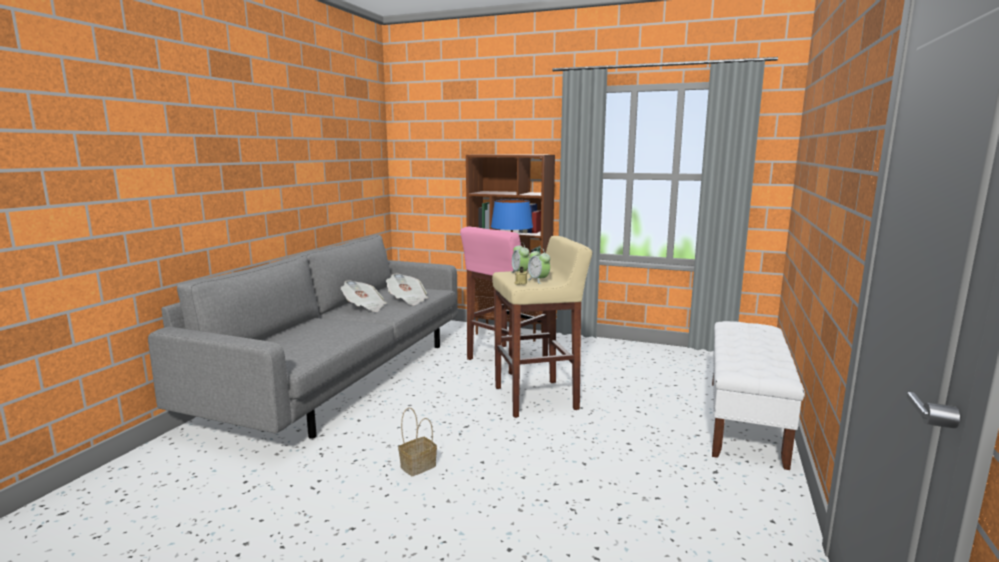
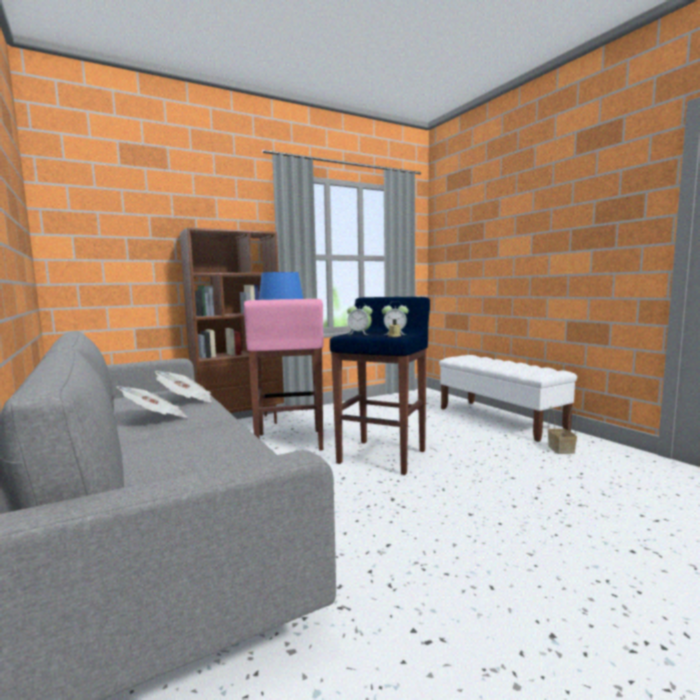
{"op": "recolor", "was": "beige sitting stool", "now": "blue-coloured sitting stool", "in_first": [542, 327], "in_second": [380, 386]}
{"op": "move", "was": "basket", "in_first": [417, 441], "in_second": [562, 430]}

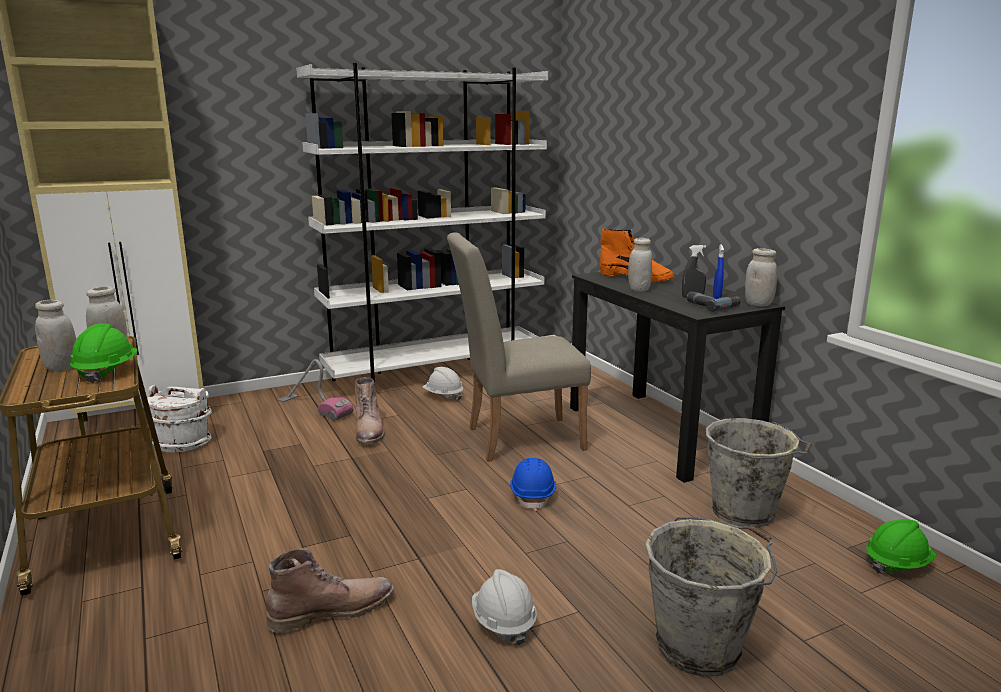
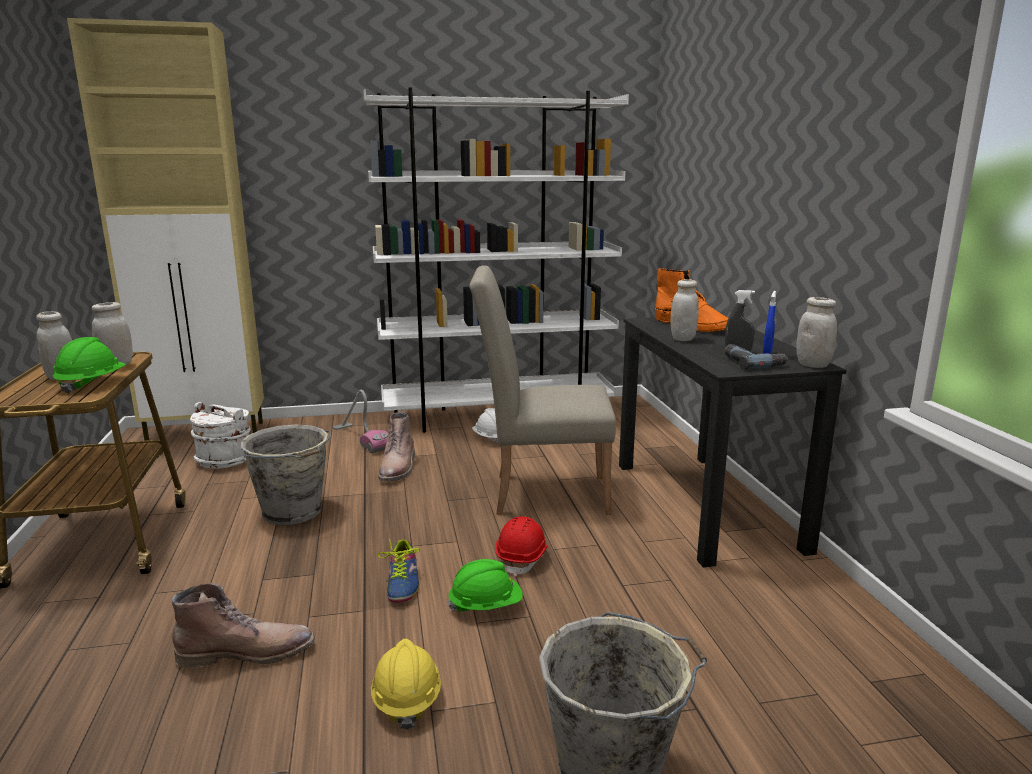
{"op": "move", "was": "grey pail", "in_first": [758, 473], "in_second": [286, 474]}
{"op": "recolor", "was": "white hard hat", "now": "yellowish hard hat", "in_first": [504, 607], "in_second": [406, 684]}
{"op": "insert", "now": "low shoe", "in_second": [399, 571]}
{"op": "move", "was": "green hard hat", "in_first": [901, 546], "in_second": [485, 585]}
{"op": "recolor", "was": "blue-coloured hard hat", "now": "red-coloured hard hat", "in_first": [533, 484], "in_second": [521, 546]}

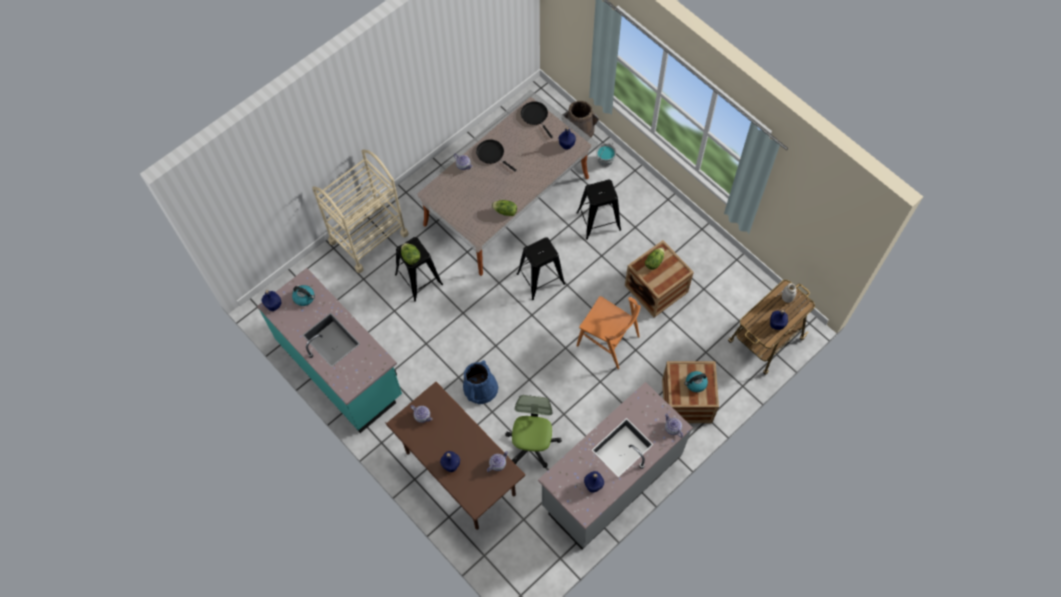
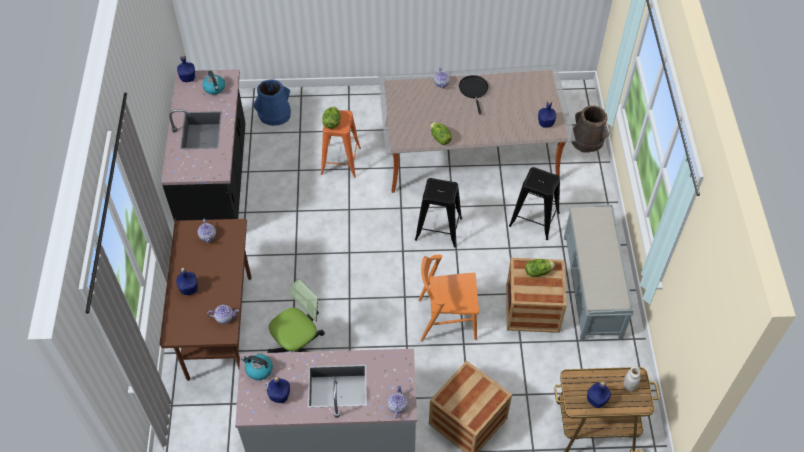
{"op": "recolor", "was": "blue-green counter", "now": "black-coloured counter", "in_first": [329, 350], "in_second": [203, 145]}
{"op": "move", "was": "water kettle", "in_first": [696, 381], "in_second": [257, 367]}
{"op": "move", "was": "blue-coloured pail", "in_first": [480, 382], "in_second": [272, 102]}
{"op": "recolor", "was": "black-coloured sitting stool", "now": "orange-coloured sitting stool", "in_first": [419, 269], "in_second": [341, 144]}
{"op": "rotate", "was": "orange-coloured plain chair", "in_first": [609, 332], "in_second": [449, 298], "clockwise": 105}
{"op": "insert", "now": "grey bench", "in_second": [599, 272]}
{"op": "delete", "was": "beige wheeled cart", "in_first": [360, 211]}
{"op": "delete", "was": "black-coloured pan", "in_first": [537, 119]}
{"op": "delete", "was": "grey pail", "in_first": [606, 154]}

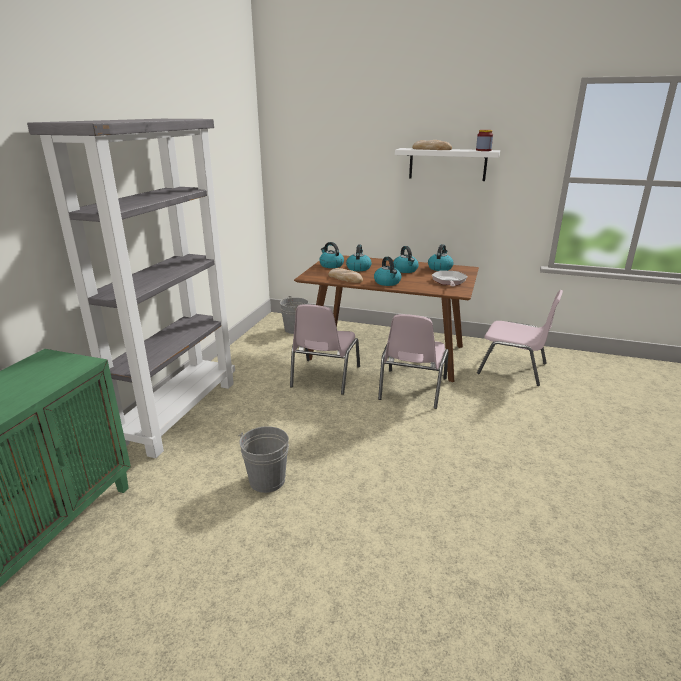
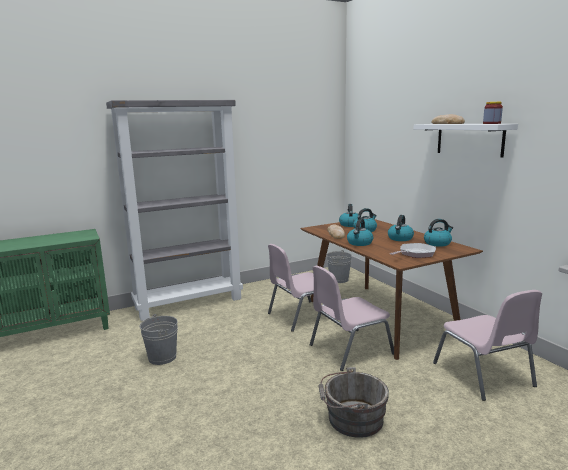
{"op": "insert", "now": "grey pail", "in_second": [353, 402]}

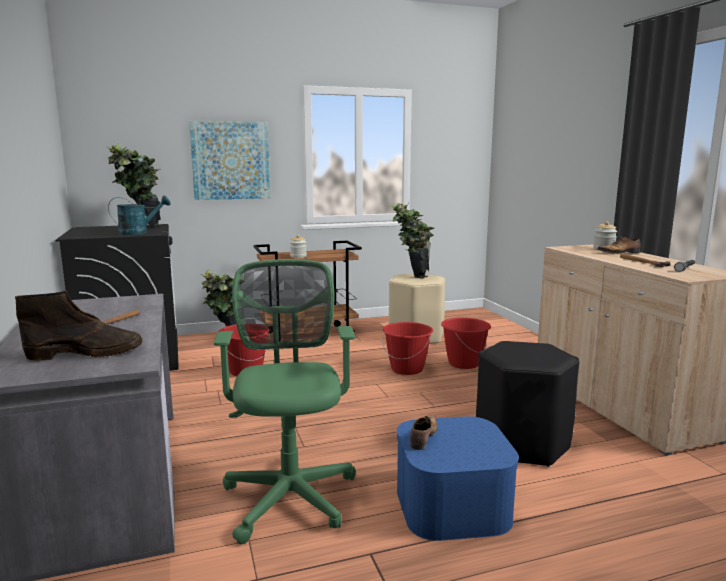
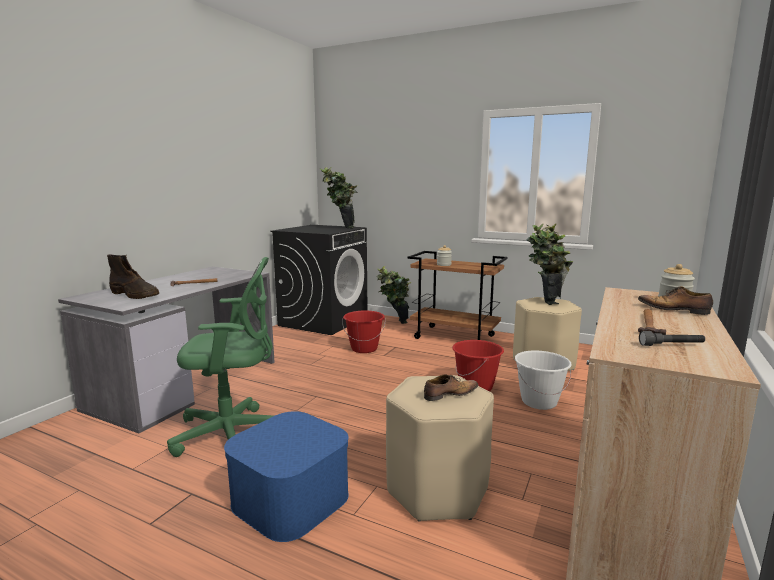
{"op": "rotate", "was": "green office chair", "in_first": [285, 402], "in_second": [220, 357], "clockwise": 45}
{"op": "recolor", "was": "black-coloured sitting stool", "now": "beige sitting stool", "in_first": [527, 404], "in_second": [440, 448]}
{"op": "move", "was": "low shoe", "in_first": [423, 432], "in_second": [451, 388]}
{"op": "recolor", "was": "red-coloured pail", "now": "white pail", "in_first": [466, 343], "in_second": [543, 380]}
{"op": "delete", "was": "blue-green watering pot", "in_first": [139, 215]}
{"op": "delete", "was": "wall art", "in_first": [230, 160]}

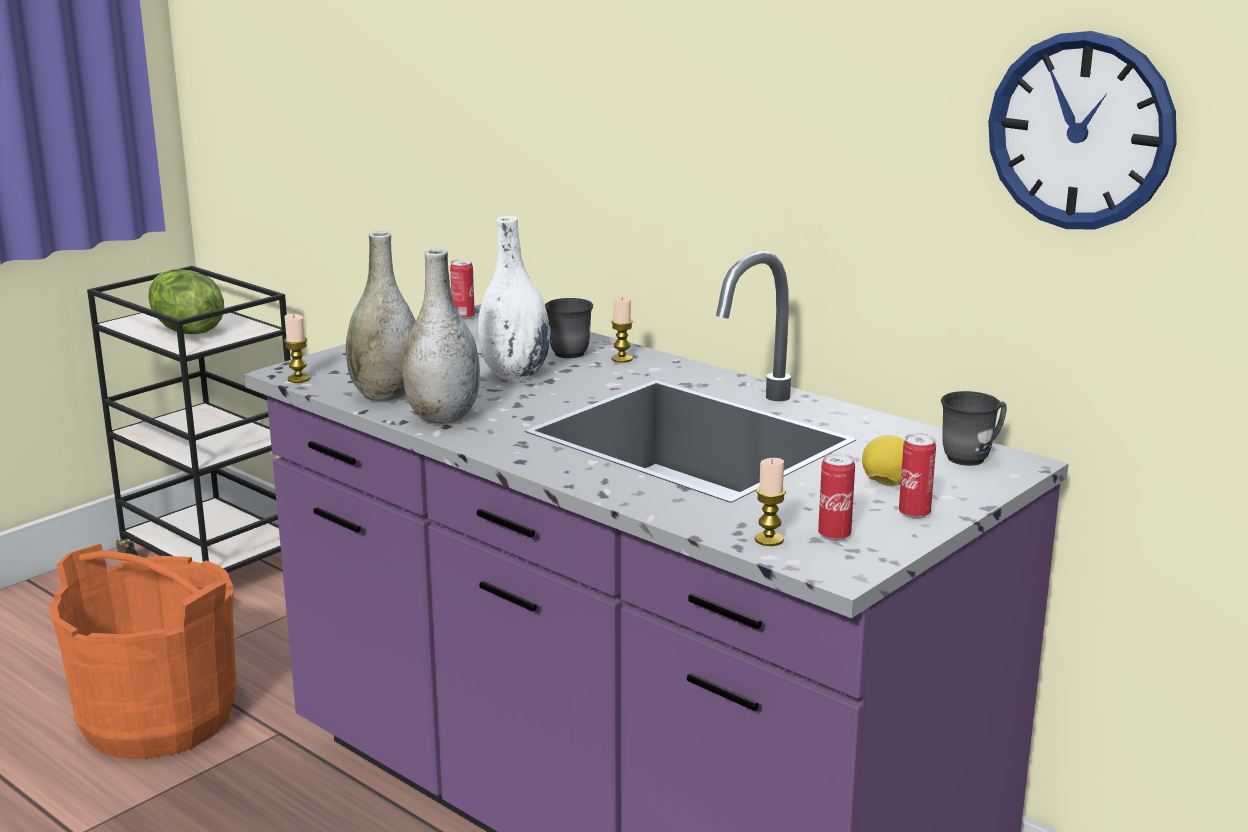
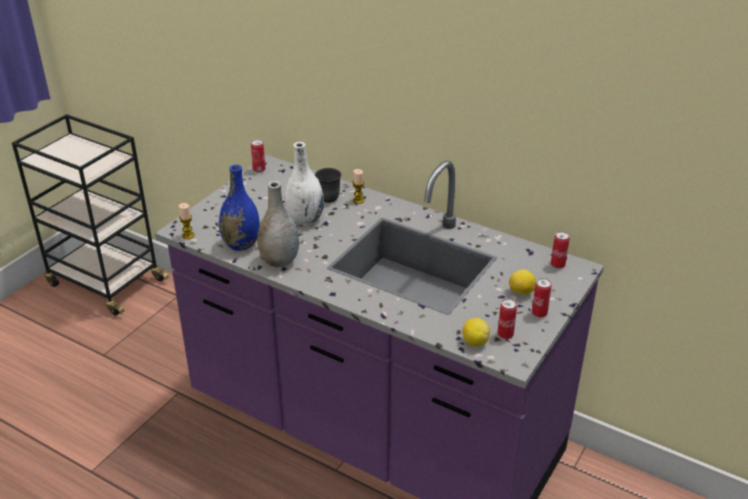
{"op": "recolor", "was": "grey vase", "now": "blue-coloured vase", "in_first": [381, 316], "in_second": [239, 207]}
{"op": "replace", "was": "candle", "now": "citrus fruit", "in_first": [770, 502], "in_second": [476, 332]}
{"op": "replace", "was": "grey mug", "now": "can", "in_first": [974, 428], "in_second": [560, 250]}
{"op": "delete", "was": "orange-coloured pail", "in_first": [143, 651]}
{"op": "delete", "was": "lettuce", "in_first": [186, 301]}
{"op": "delete", "was": "clock on the wall", "in_first": [1082, 130]}

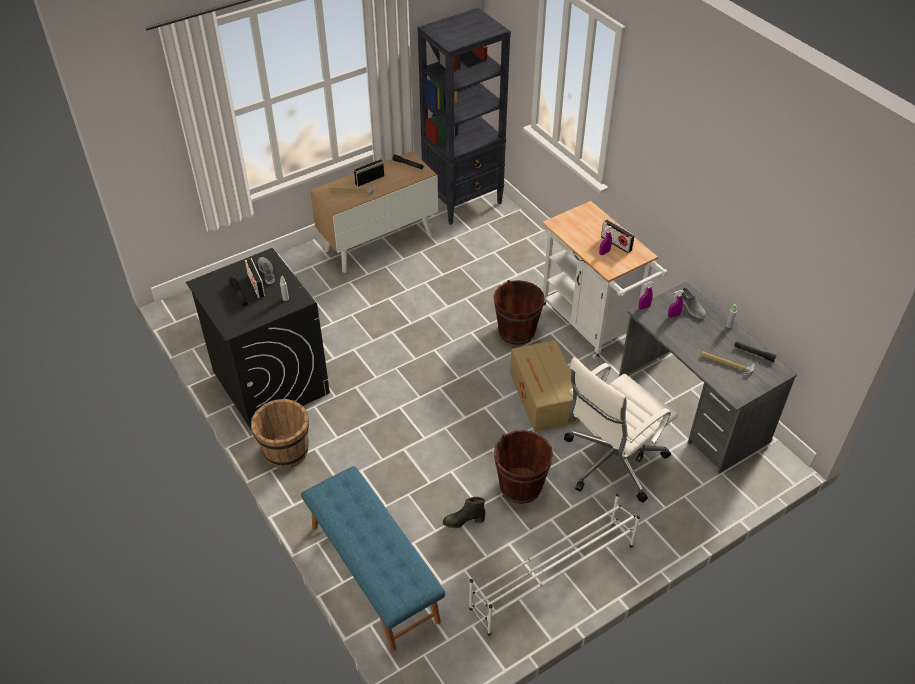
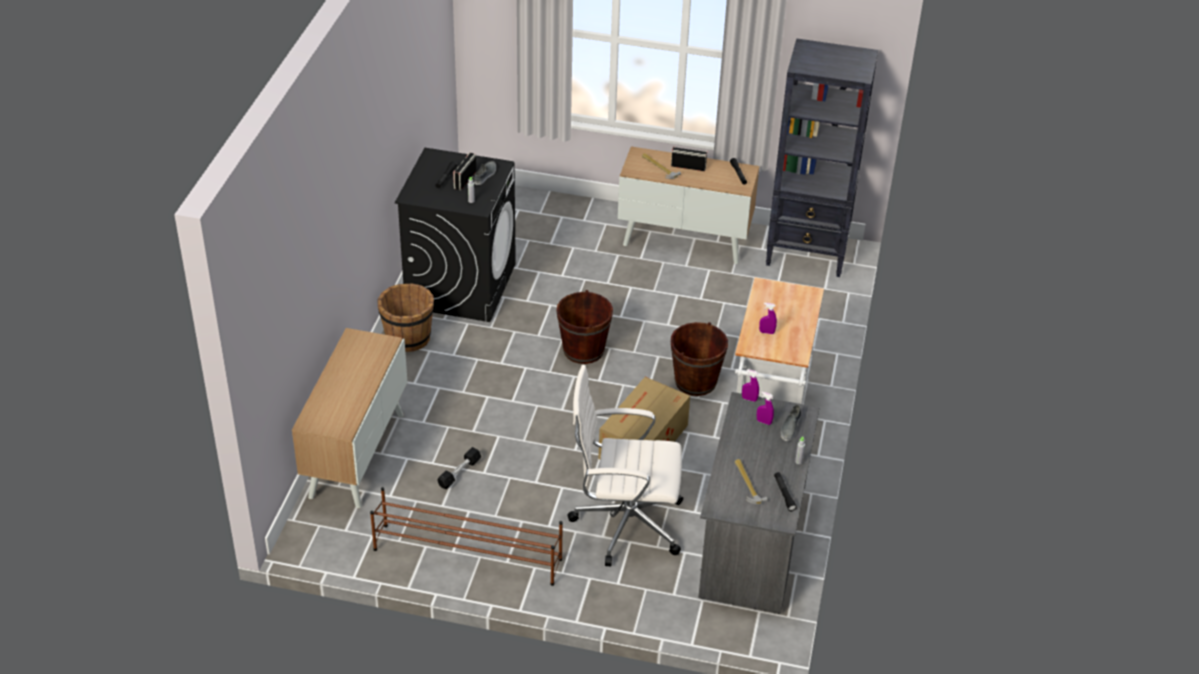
{"op": "replace", "was": "blue-coloured bench", "now": "cupboard", "in_first": [373, 558], "in_second": [349, 418]}
{"op": "recolor", "was": "white shoe shelf", "now": "brown shoe shelf", "in_first": [554, 564], "in_second": [466, 536]}
{"op": "replace", "was": "black-coloured high-top boot", "now": "black-coloured dumbbell", "in_first": [464, 512], "in_second": [459, 468]}
{"op": "move", "was": "brown pail", "in_first": [523, 467], "in_second": [584, 327]}
{"op": "delete", "was": "radio receiver", "in_first": [618, 236]}

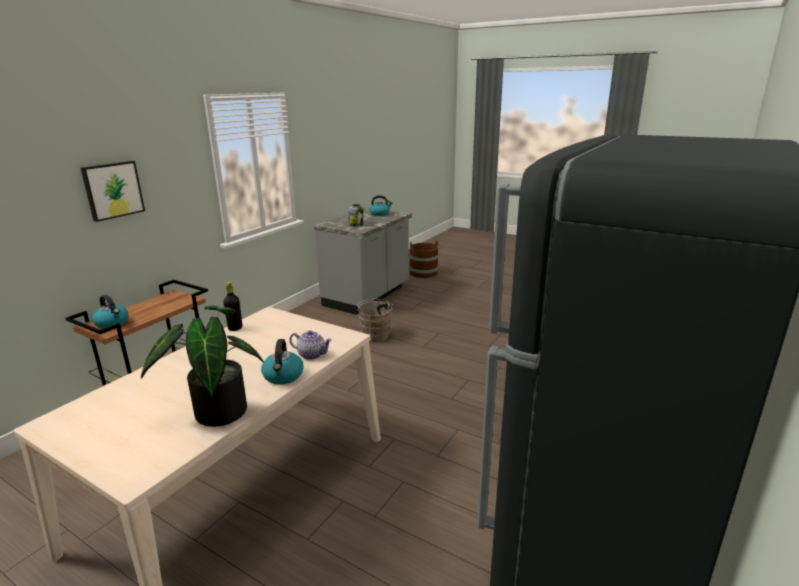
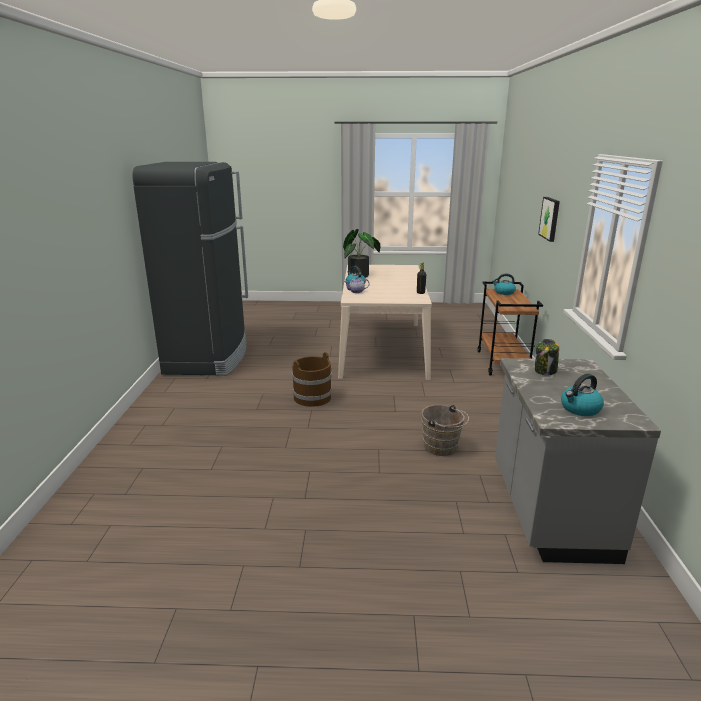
{"op": "move", "was": "brown pail", "in_first": [424, 259], "in_second": [312, 379]}

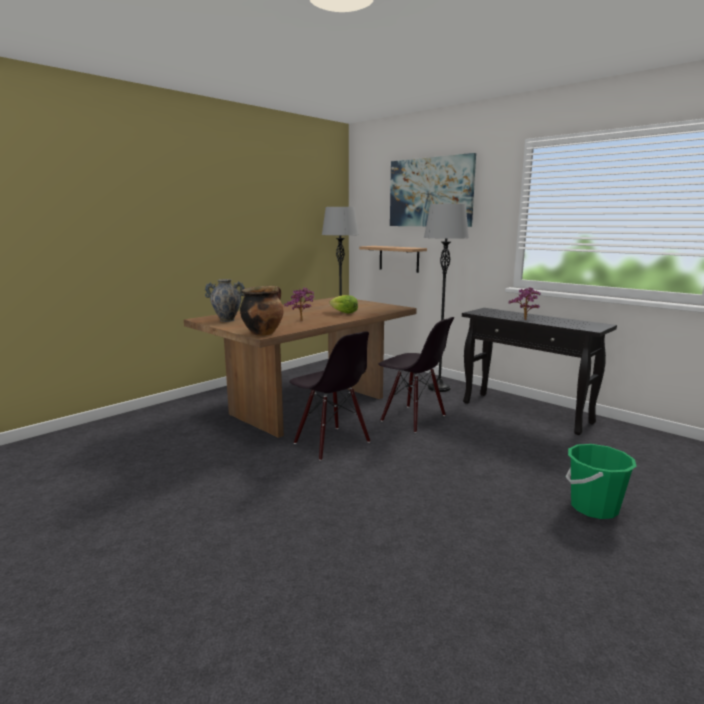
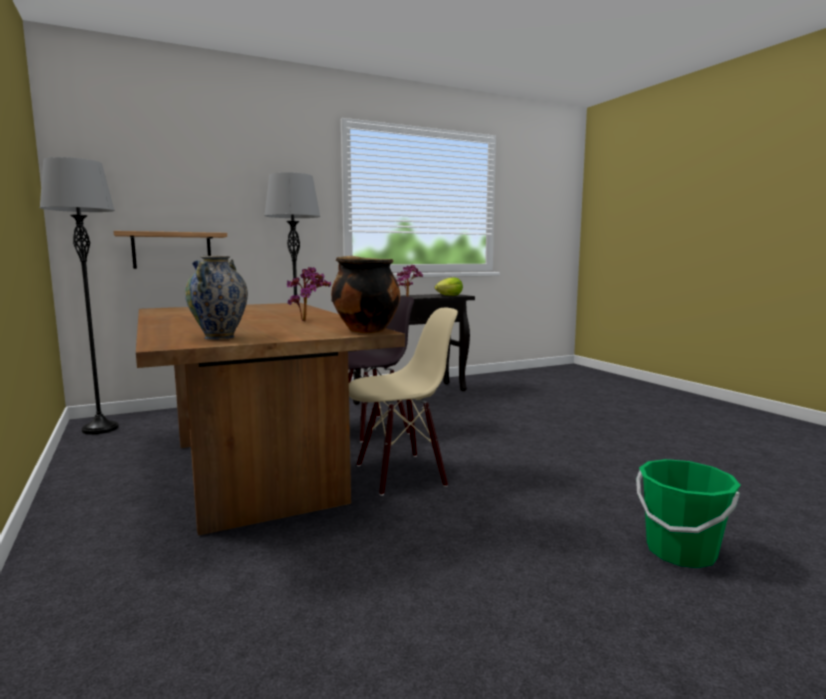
{"op": "recolor", "was": "black-coloured plain chair", "now": "beige plain chair", "in_first": [329, 396], "in_second": [403, 402]}
{"op": "move", "was": "lettuce", "in_first": [343, 304], "in_second": [449, 286]}
{"op": "move", "was": "green pail", "in_first": [601, 481], "in_second": [688, 513]}
{"op": "delete", "was": "wall art", "in_first": [433, 190]}

